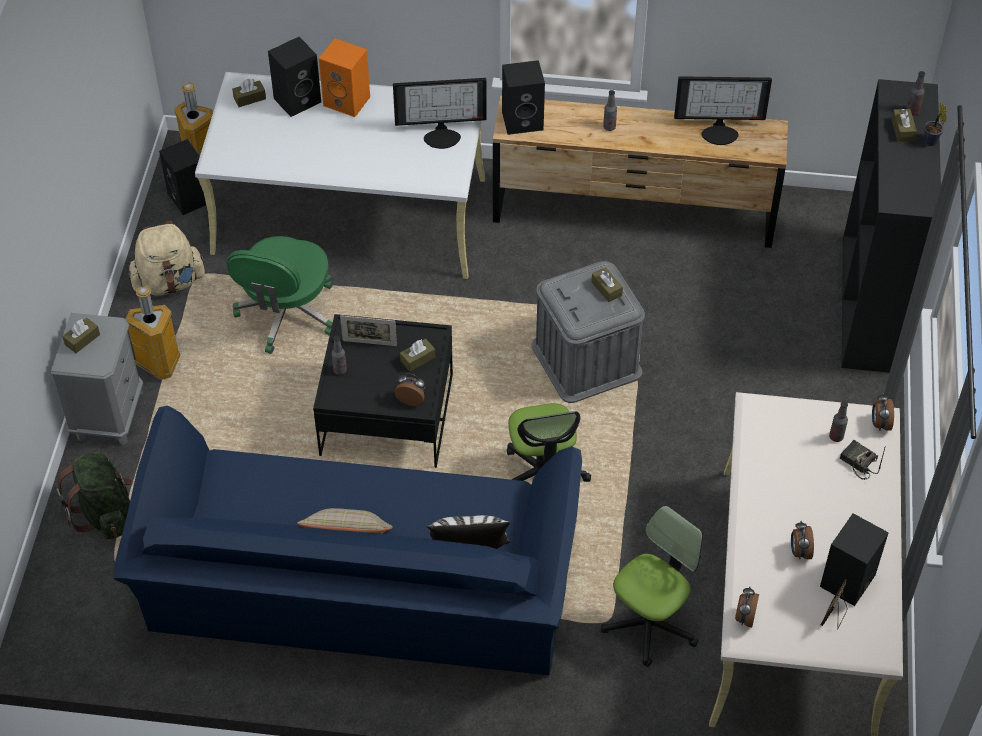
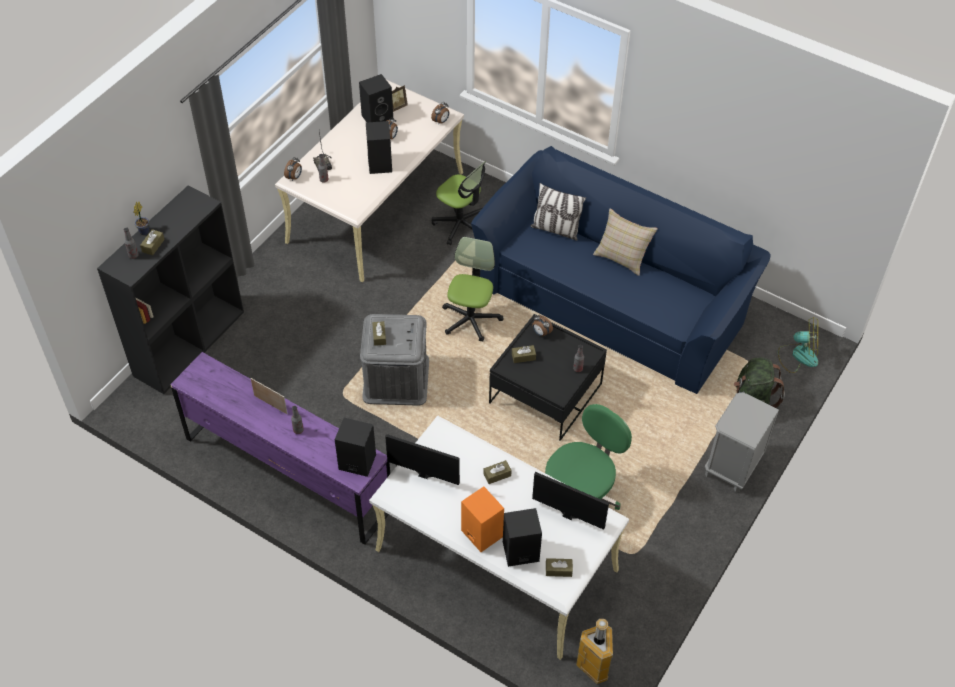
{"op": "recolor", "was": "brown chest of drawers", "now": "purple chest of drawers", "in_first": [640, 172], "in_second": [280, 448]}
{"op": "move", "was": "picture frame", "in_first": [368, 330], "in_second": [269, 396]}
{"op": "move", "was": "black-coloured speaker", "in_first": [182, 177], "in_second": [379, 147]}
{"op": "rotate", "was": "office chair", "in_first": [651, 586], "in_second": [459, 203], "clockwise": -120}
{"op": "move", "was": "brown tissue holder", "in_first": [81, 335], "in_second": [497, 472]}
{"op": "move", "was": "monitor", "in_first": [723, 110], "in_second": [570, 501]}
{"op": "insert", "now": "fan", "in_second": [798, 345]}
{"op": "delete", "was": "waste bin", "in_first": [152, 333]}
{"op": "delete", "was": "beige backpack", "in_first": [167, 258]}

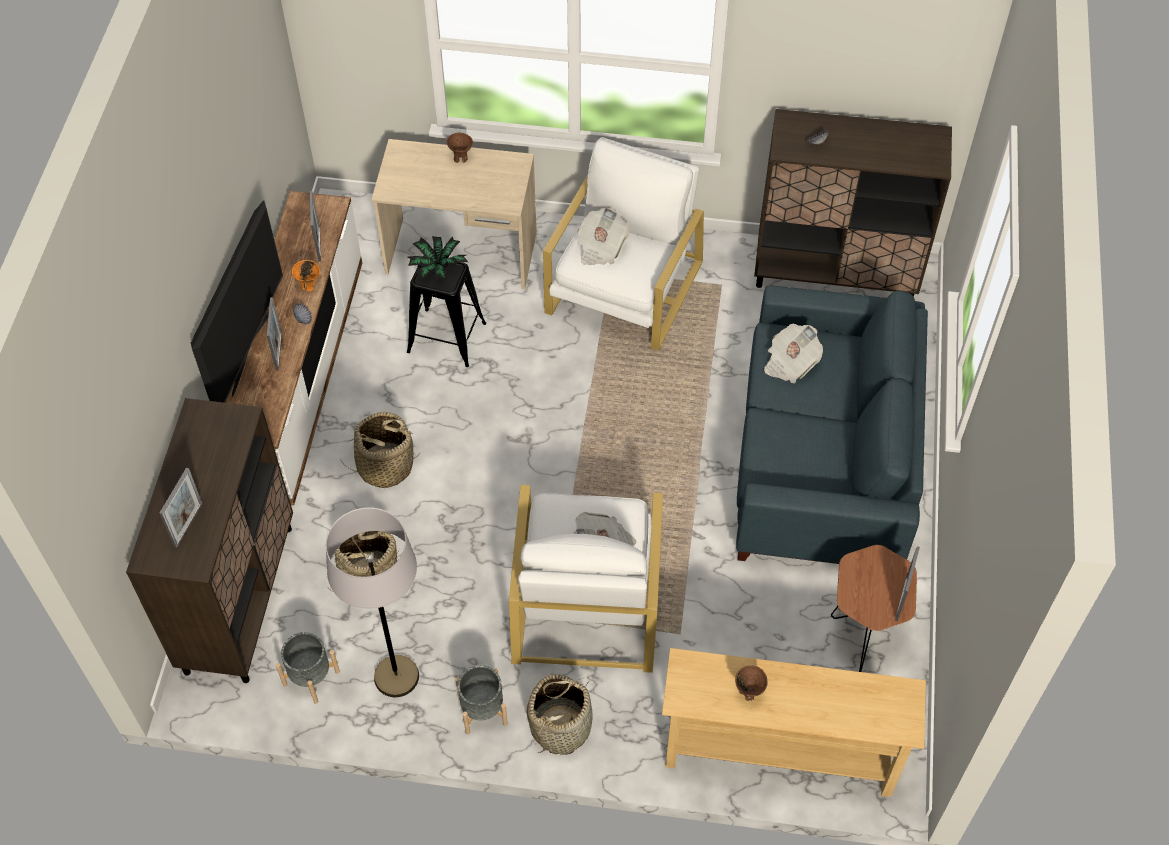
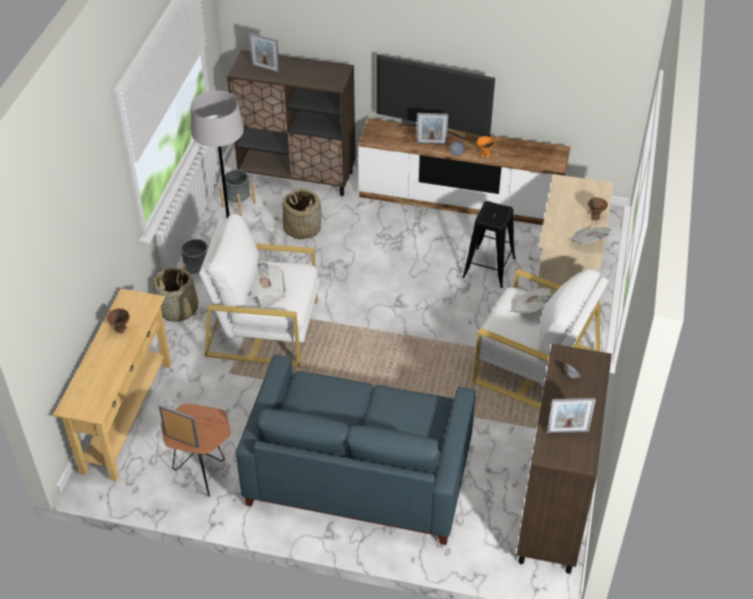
{"op": "move", "was": "picture frame", "in_first": [315, 226], "in_second": [571, 415]}
{"op": "move", "was": "newspaper", "in_first": [793, 353], "in_second": [590, 235]}
{"op": "delete", "was": "basket", "in_first": [380, 450]}
{"op": "delete", "was": "potted plant", "in_first": [438, 259]}

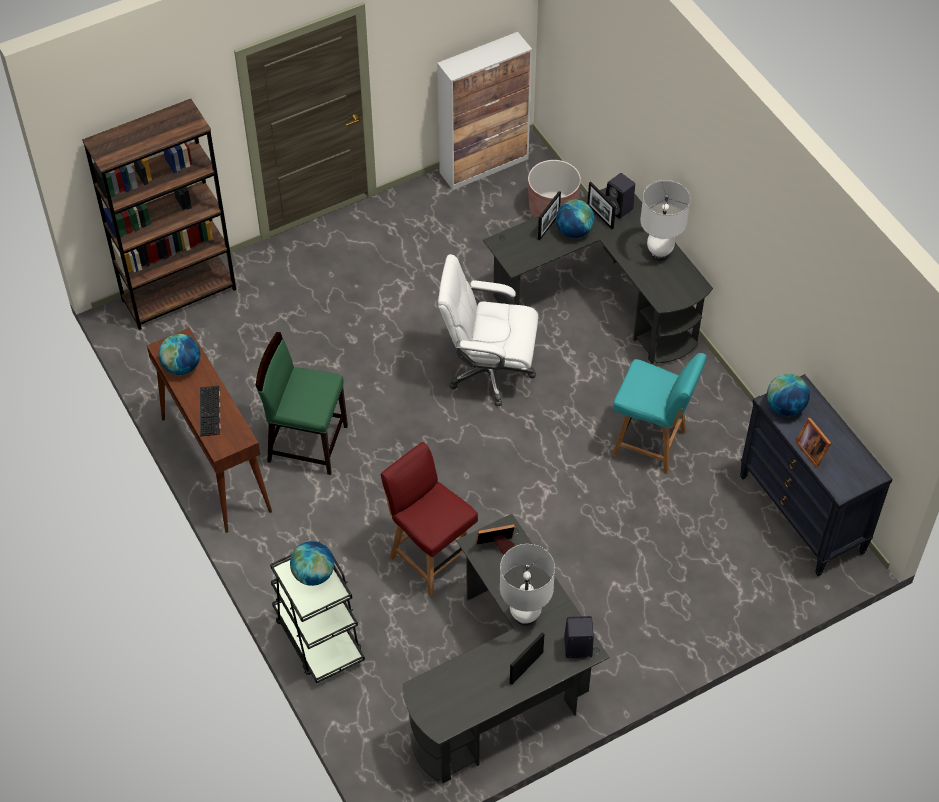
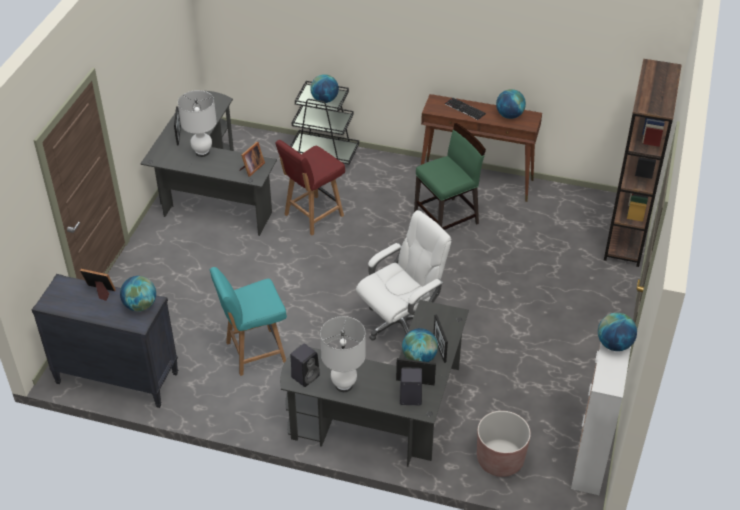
{"op": "rotate", "was": "red-coloured plain chair", "in_first": [429, 519], "in_second": [310, 187], "clockwise": 135}
{"op": "move", "was": "black-coloured speaker", "in_first": [579, 637], "in_second": [305, 365]}
{"op": "insert", "now": "desk globe", "in_second": [617, 332]}

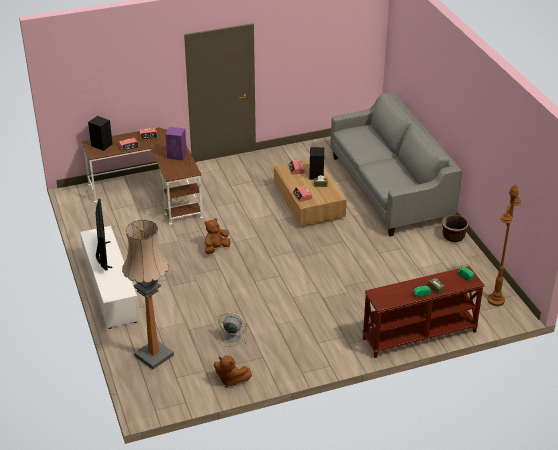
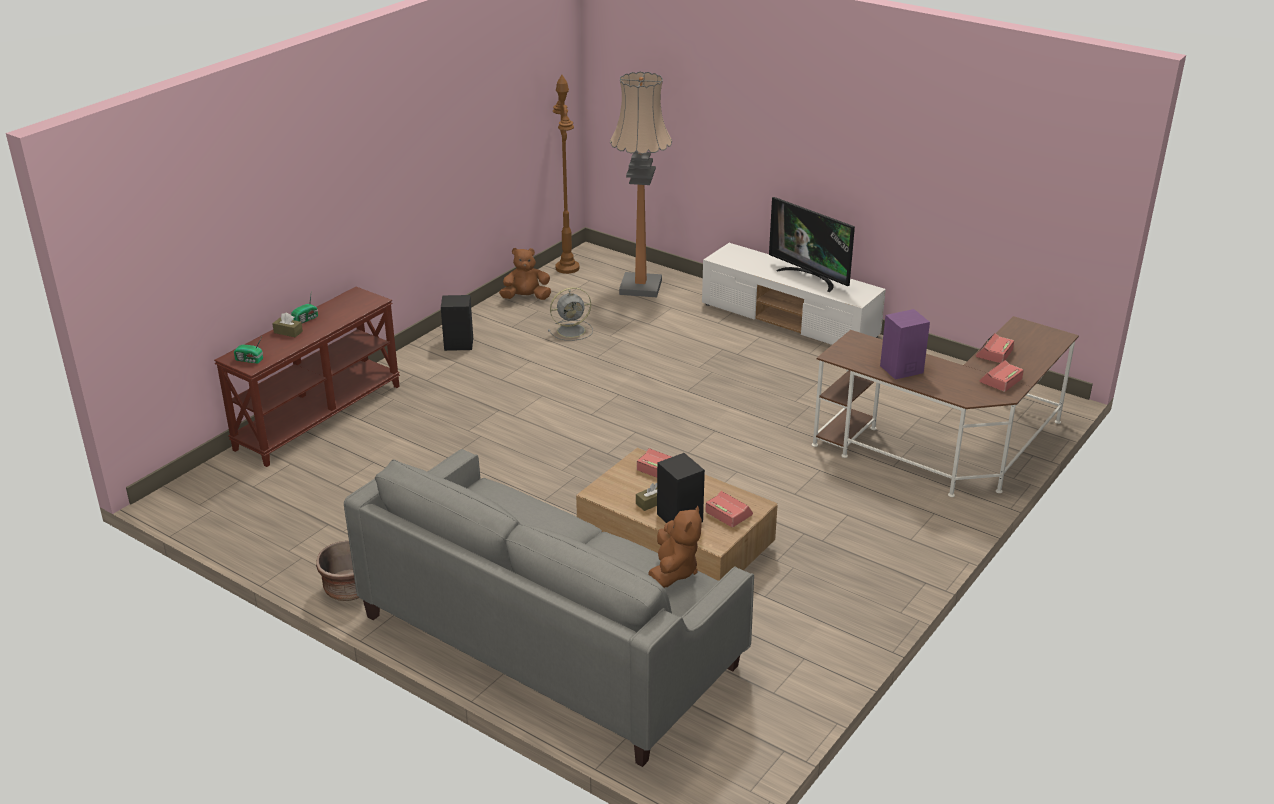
{"op": "move", "was": "black-coloured speaker", "in_first": [100, 133], "in_second": [457, 323]}
{"op": "move", "was": "brown standing lamp", "in_first": [504, 245], "in_second": [566, 174]}
{"op": "move", "was": "brown cuddly toy", "in_first": [217, 236], "in_second": [675, 547]}

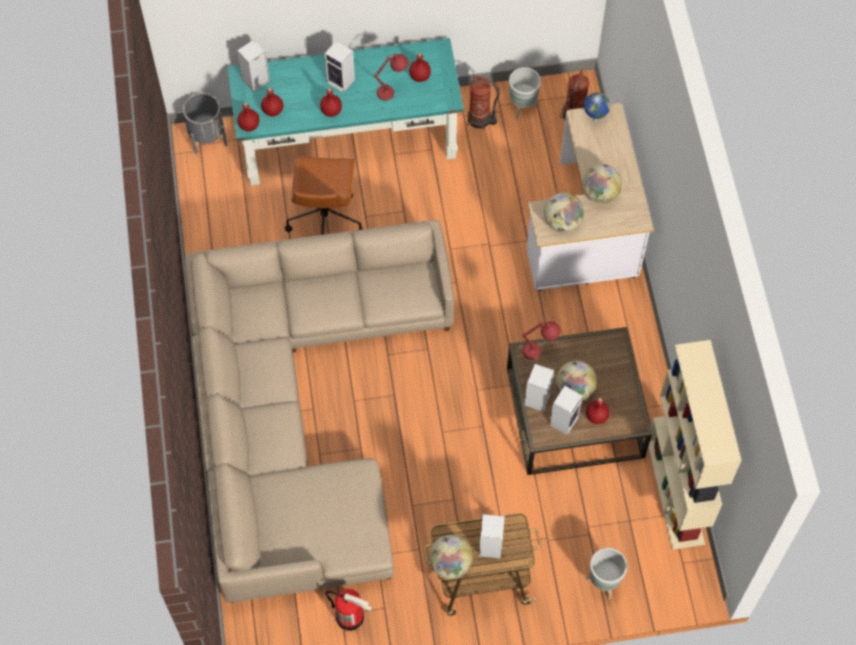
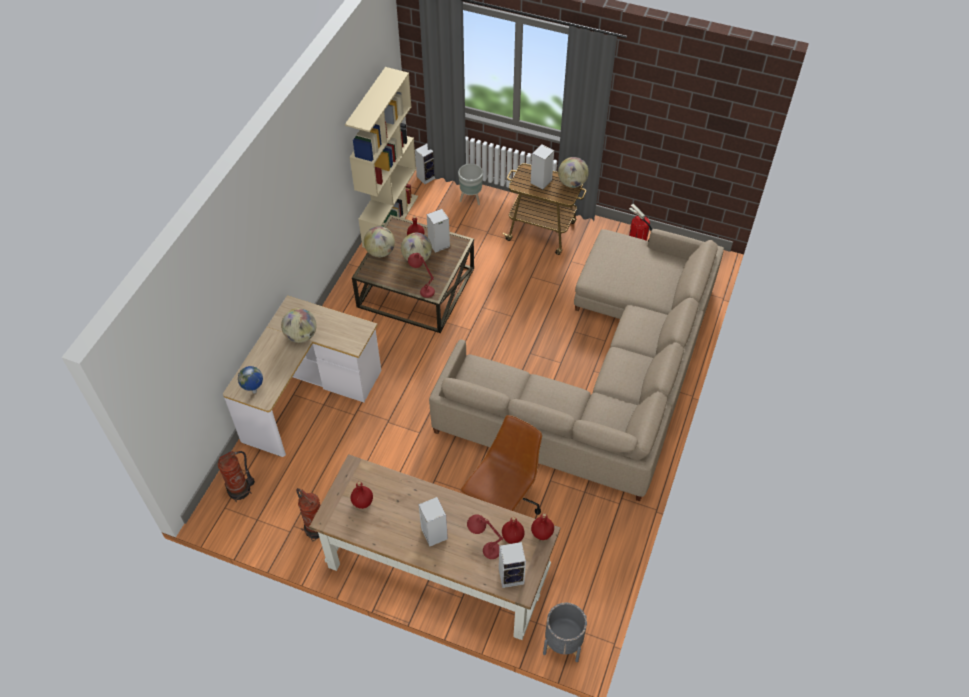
{"op": "recolor", "was": "blue-green desk table", "now": "brown desk table", "in_first": [345, 112], "in_second": [435, 547]}
{"op": "move", "was": "desk globe", "in_first": [564, 212], "in_second": [379, 241]}
{"op": "move", "was": "speaker", "in_first": [539, 388], "in_second": [425, 164]}
{"op": "move", "was": "red-coloured tabletop lamp", "in_first": [391, 77], "in_second": [485, 537]}
{"op": "delete", "was": "red-coloured drink bottle", "in_first": [331, 102]}
{"op": "delete", "was": "grey planter", "in_first": [525, 93]}

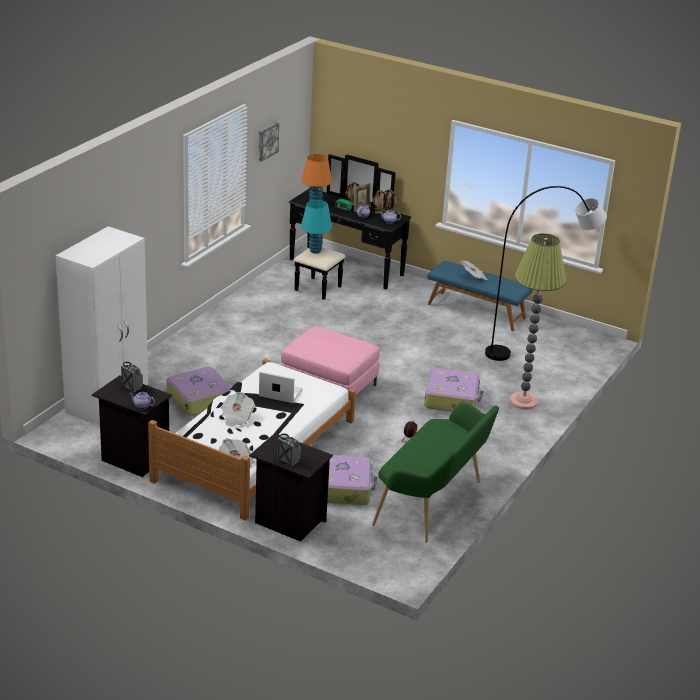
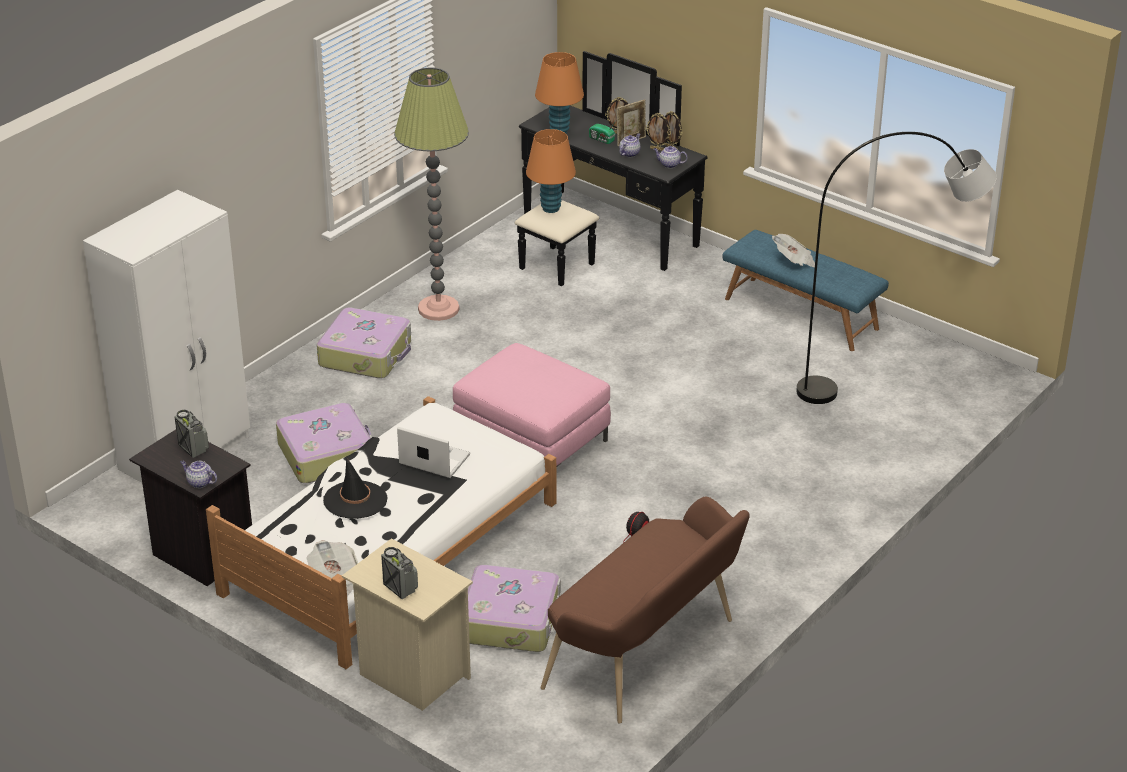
{"op": "move", "was": "suitcase", "in_first": [453, 390], "in_second": [364, 342]}
{"op": "replace", "was": "newspaper", "now": "black-coloured hat", "in_first": [238, 409], "in_second": [355, 488]}
{"op": "recolor", "was": "black-coloured bedside table", "now": "beige bedside table", "in_first": [291, 487], "in_second": [407, 624]}
{"op": "move", "was": "standing lamp", "in_first": [537, 321], "in_second": [431, 194]}
{"op": "recolor", "was": "blue-green tabletop lamp", "now": "orange-coloured tabletop lamp", "in_first": [316, 227], "in_second": [551, 171]}
{"op": "recolor", "was": "green bench", "now": "brown bench", "in_first": [435, 473], "in_second": [645, 610]}
{"op": "delete", "was": "wall art", "in_first": [269, 142]}

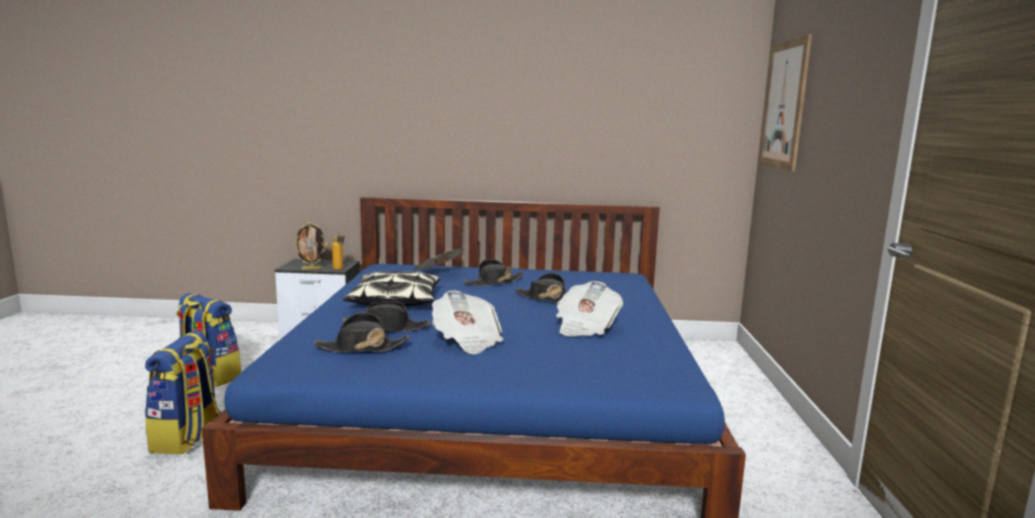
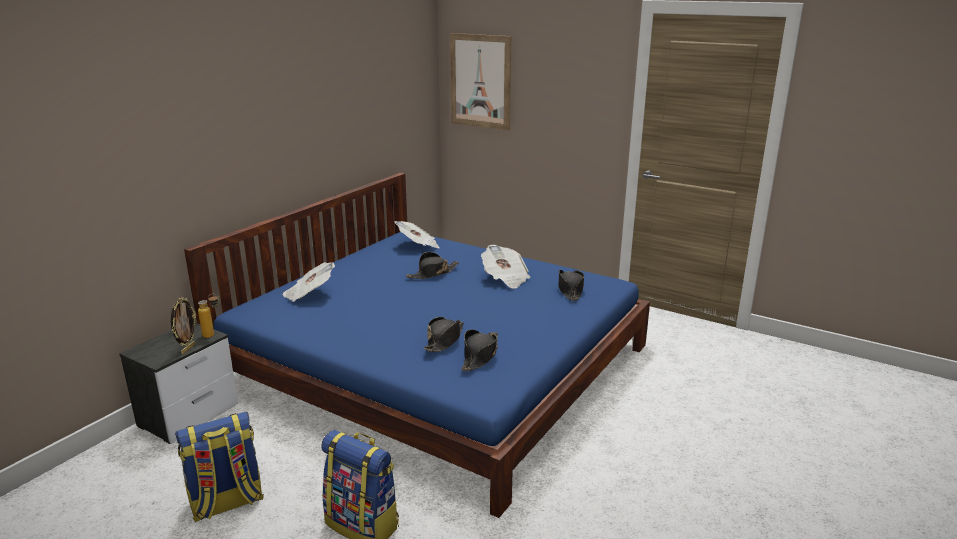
{"op": "move", "was": "newspaper", "in_first": [467, 322], "in_second": [417, 234]}
{"op": "move", "was": "black-coloured hat", "in_first": [494, 272], "in_second": [571, 285]}
{"op": "delete", "was": "cushion", "in_first": [391, 288]}

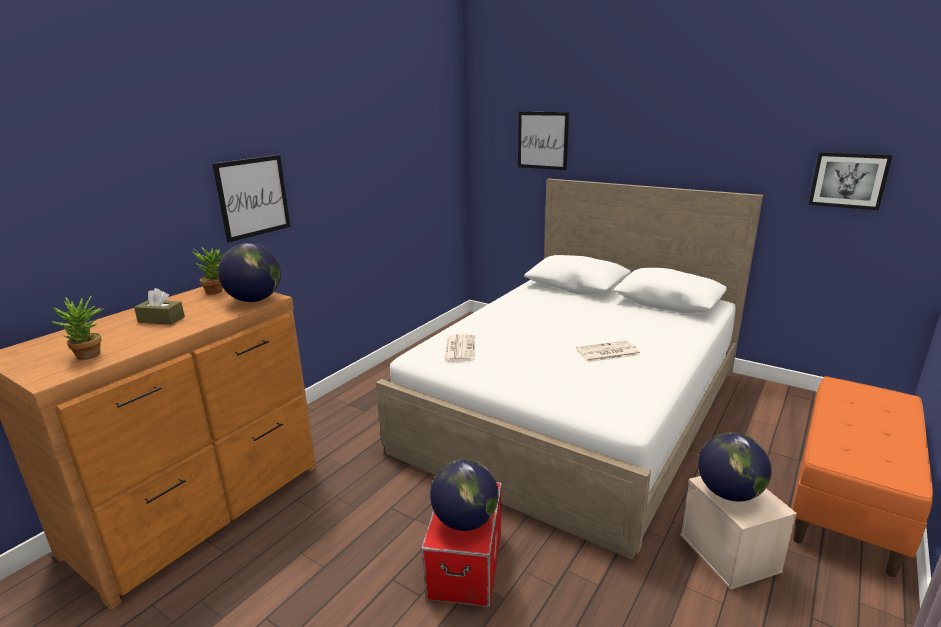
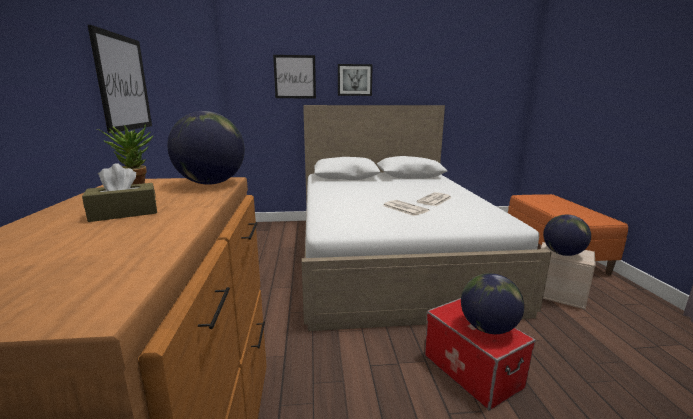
{"op": "move", "was": "wall art", "in_first": [850, 181], "in_second": [355, 80]}
{"op": "move", "was": "newspaper", "in_first": [459, 348], "in_second": [406, 208]}
{"op": "delete", "was": "potted plant", "in_first": [77, 328]}

